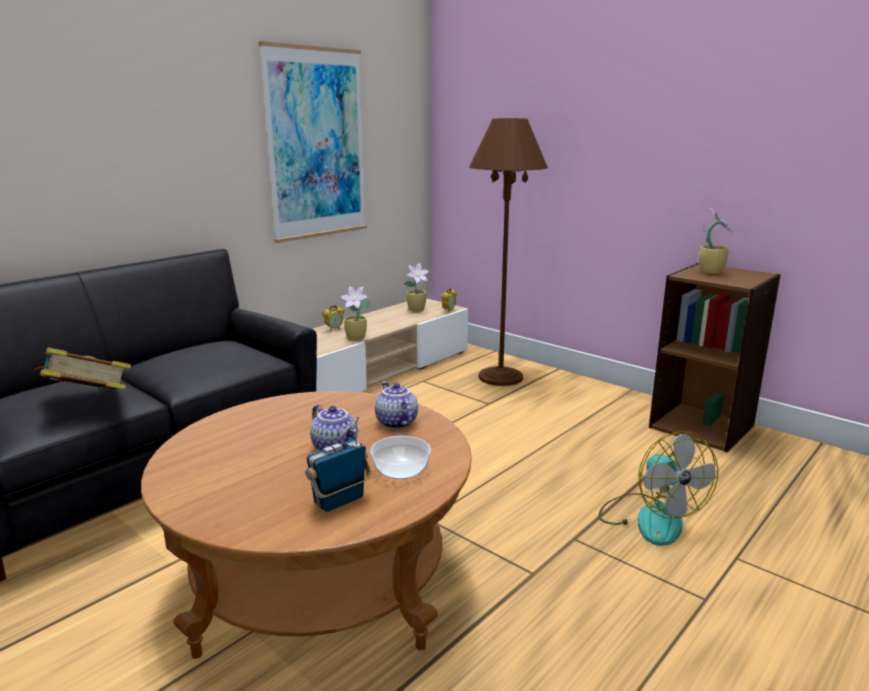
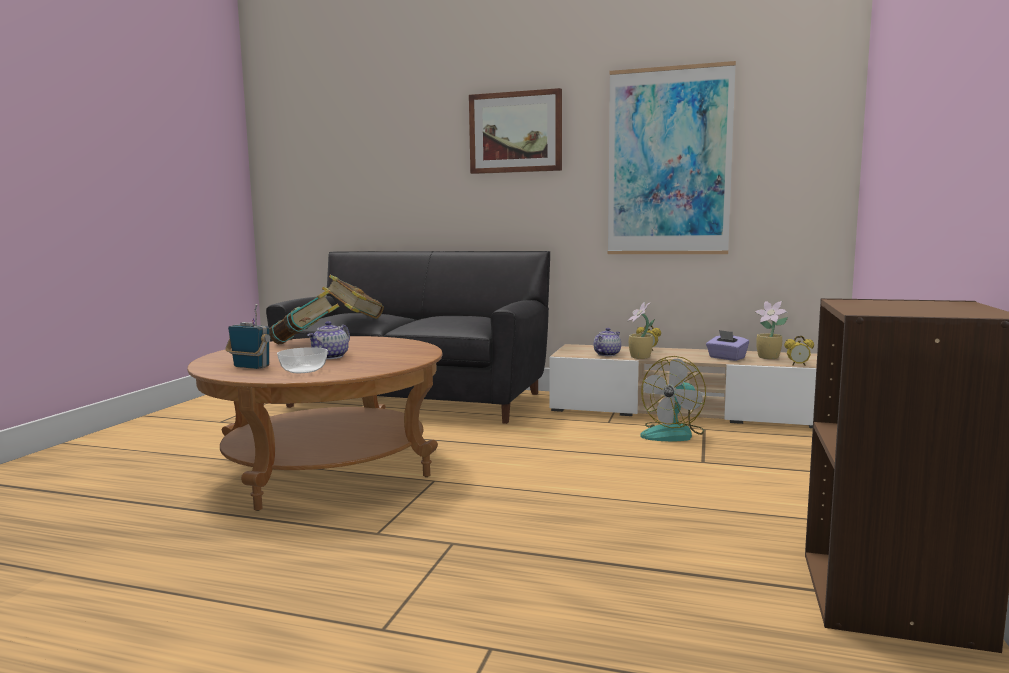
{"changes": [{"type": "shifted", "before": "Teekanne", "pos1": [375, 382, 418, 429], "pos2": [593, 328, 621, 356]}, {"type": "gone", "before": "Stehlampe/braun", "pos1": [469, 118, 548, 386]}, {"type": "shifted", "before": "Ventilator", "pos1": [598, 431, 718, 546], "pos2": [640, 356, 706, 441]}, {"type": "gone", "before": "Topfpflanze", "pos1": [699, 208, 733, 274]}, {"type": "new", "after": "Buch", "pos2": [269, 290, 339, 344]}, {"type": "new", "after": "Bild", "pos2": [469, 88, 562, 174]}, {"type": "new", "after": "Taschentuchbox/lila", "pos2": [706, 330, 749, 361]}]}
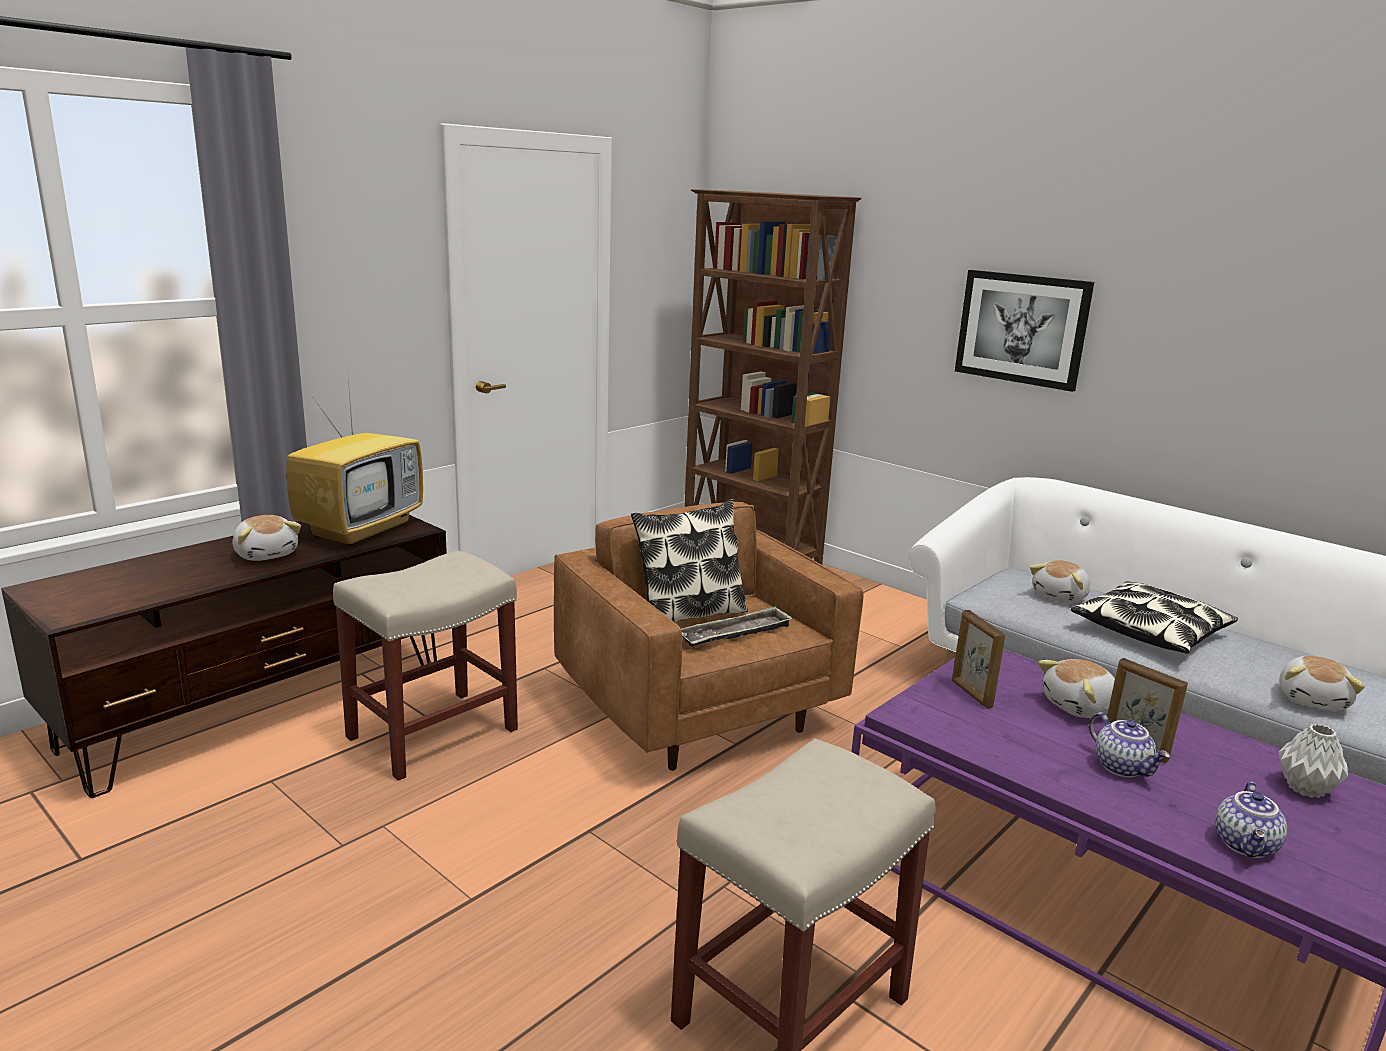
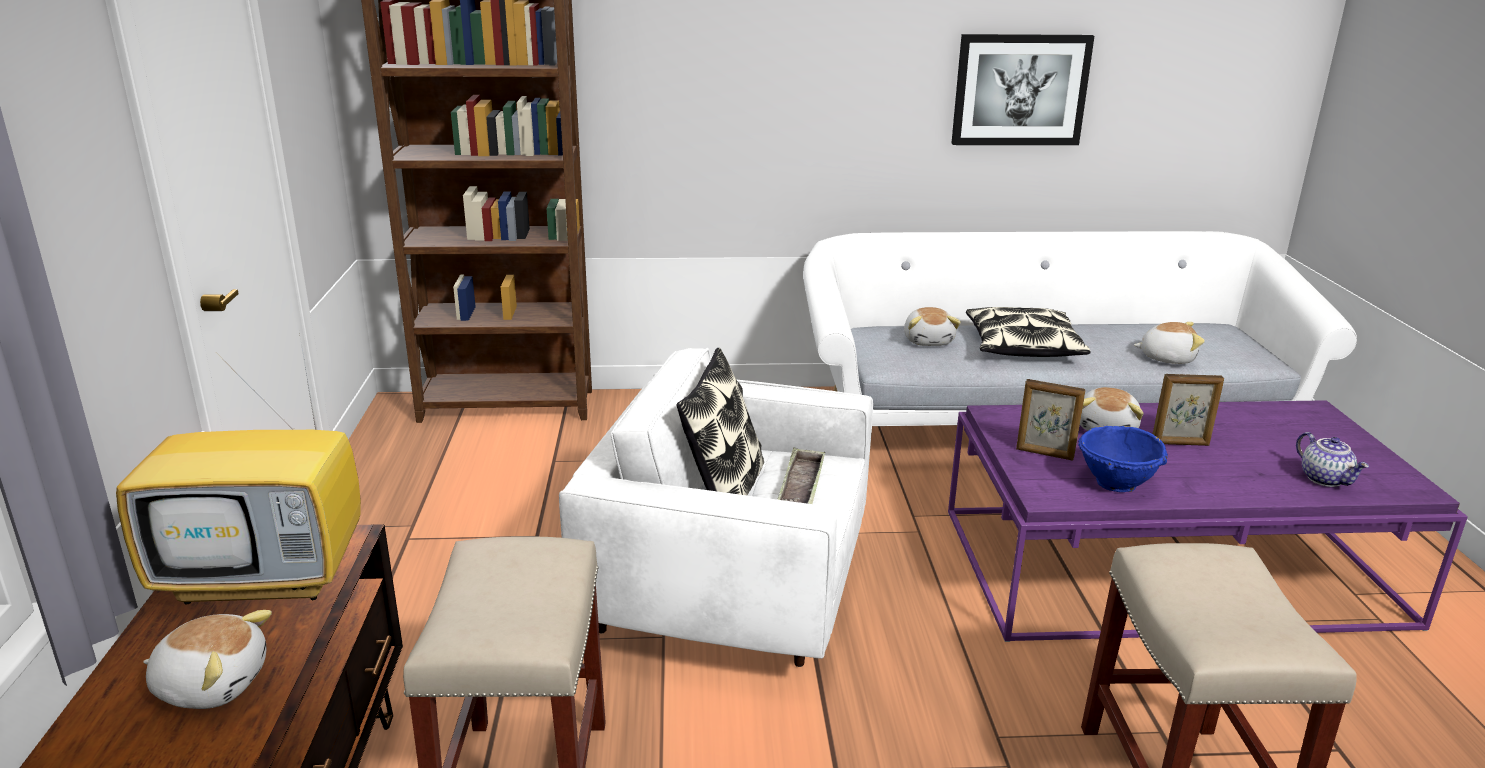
{"changes": [{"type": "rotated", "before": "Fernseher", "pos1": [286, 379, 423, 547], "pos2": [116, 332, 361, 605], "turn": 105}, {"type": "repainted", "before": "Sessel/braun", "after": "Sessel/weiß", "pos1": [554, 502, 863, 771], "pos2": [559, 348, 873, 667]}, {"type": "shifted", "before": "Bild", "pos1": [955, 270, 1094, 392], "pos2": [951, 34, 1094, 145]}, {"type": "gone", "before": "Teekanne", "pos1": [1089, 712, 1170, 778]}, {"type": "gone", "before": "Vase/grau", "pos1": [1278, 724, 1349, 798]}, {"type": "rotated", "before": "Plüschtier", "pos1": [1279, 656, 1365, 711], "pos2": [1134, 322, 1205, 364], "turn": -60}, {"type": "new", "after": "Schüssel/blau", "pos2": [1078, 426, 1168, 492]}]}
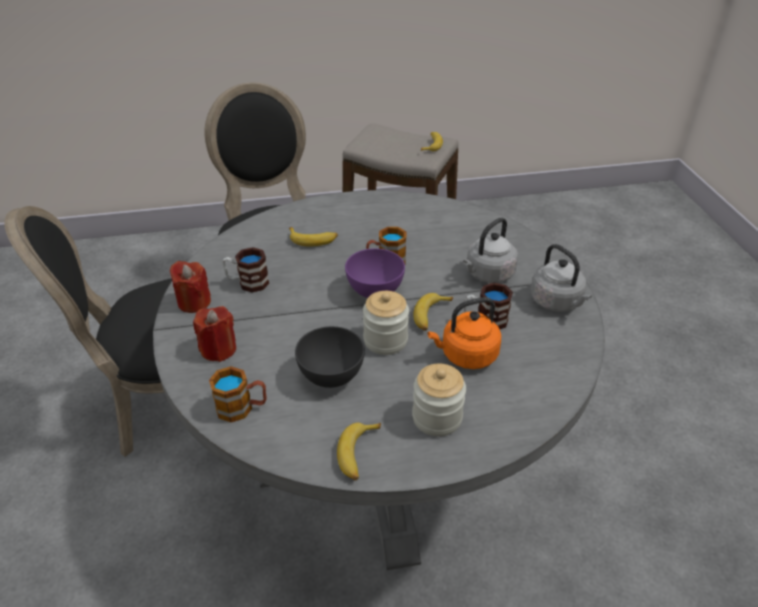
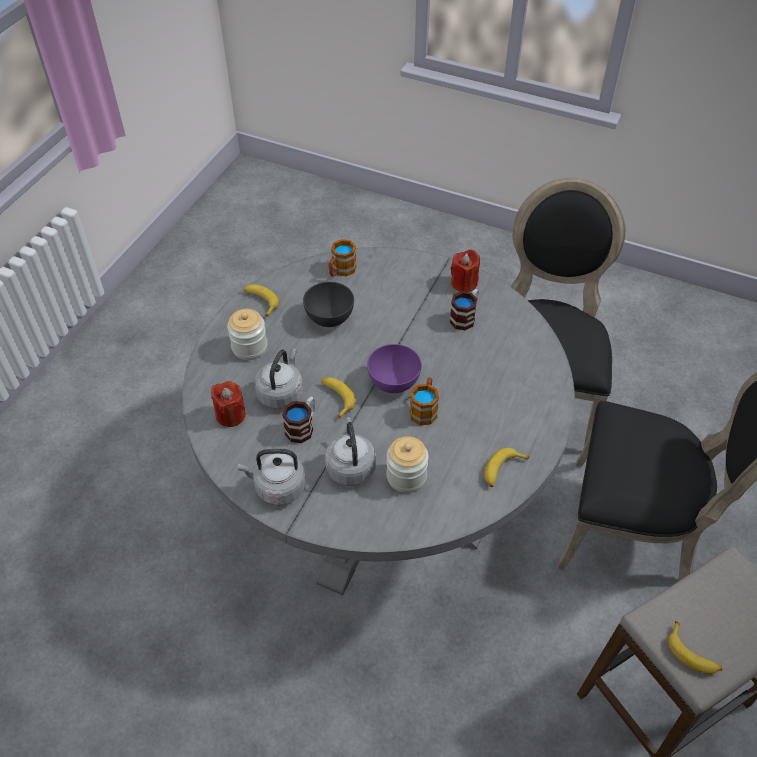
{"changes": [{"type": "shifted", "before": "Kerze/rot", "pos1": [193, 306, 236, 362], "pos2": [211, 381, 246, 427]}, {"type": "shifted", "before": "Banane", "pos1": [289, 227, 338, 246], "pos2": [484, 448, 530, 487]}, {"type": "shifted", "before": "Vorratsglas", "pos1": [363, 291, 409, 355], "pos2": [386, 436, 429, 493]}, {"type": "repainted", "before": "Wasserkessel/orange", "after": "Wasserkessel/grau", "pos1": [427, 297, 501, 369], "pos2": [254, 349, 303, 409]}]}
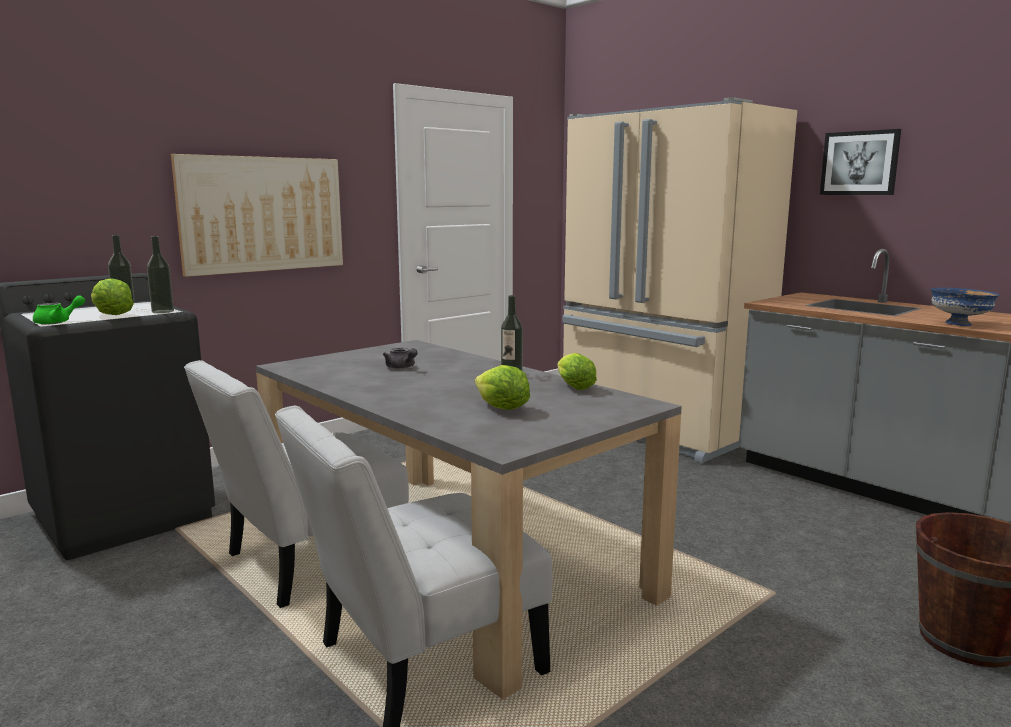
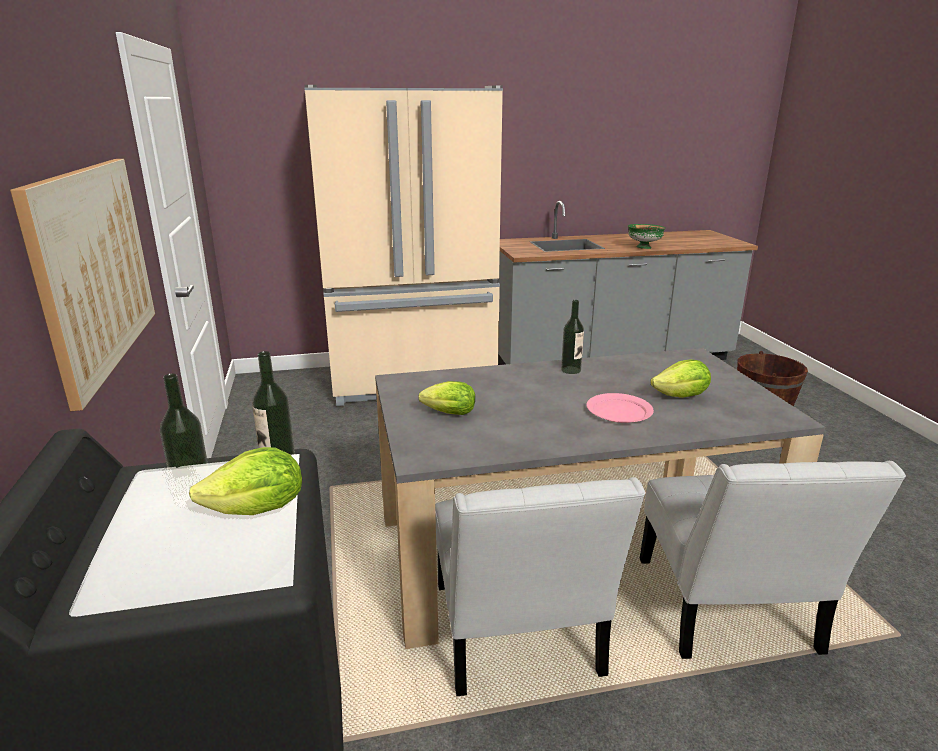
{"changes": [{"type": "gone", "before": "Teekanne/grün", "pos1": [33, 296, 85, 325]}, {"type": "gone", "before": "Teekanne/grau", "pos1": [383, 348, 418, 369]}, {"type": "shifted", "before": "Salatkopf", "pos1": [558, 353, 597, 390], "pos2": [418, 381, 475, 415]}, {"type": "gone", "before": "Bild", "pos1": [820, 129, 901, 195]}, {"type": "repainted", "before": "Schüssel/blau", "after": "Schüssel/grün", "pos1": [930, 288, 1000, 326], "pos2": [628, 224, 666, 249]}, {"type": "new", "after": "Teller/rosa", "pos2": [587, 393, 654, 423]}]}
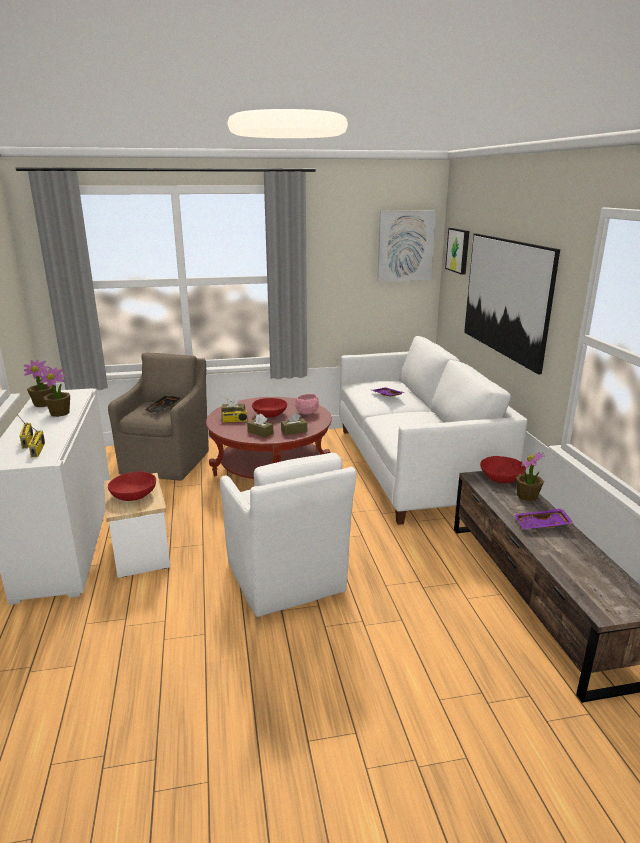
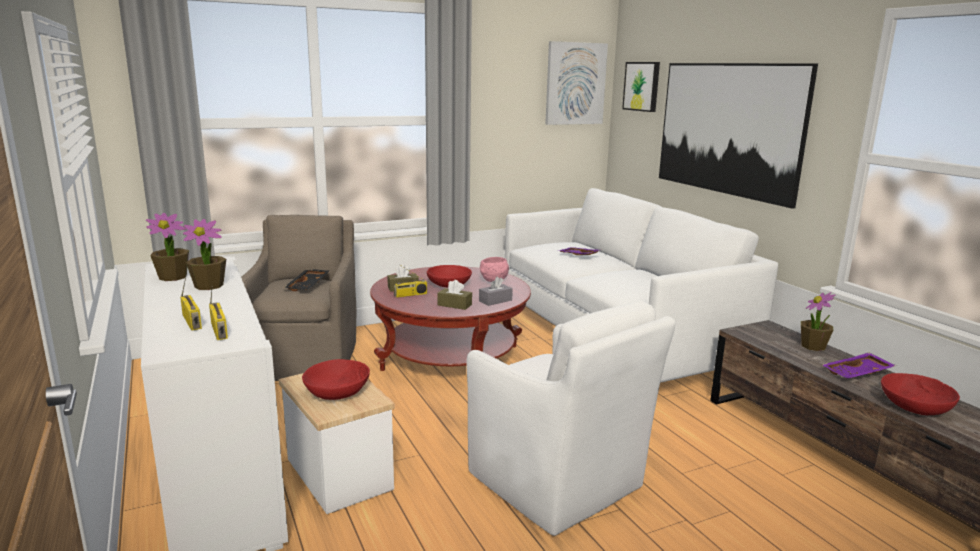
{"changes": [{"type": "repainted", "before": "Taschentuchbox/braun", "after": "Taschentuchbox/grau", "pos1": [281, 413, 307, 435], "pos2": [479, 277, 513, 306]}, {"type": "shifted", "before": "Schüssel/rot", "pos1": [480, 456, 526, 483], "pos2": [881, 373, 960, 415]}]}
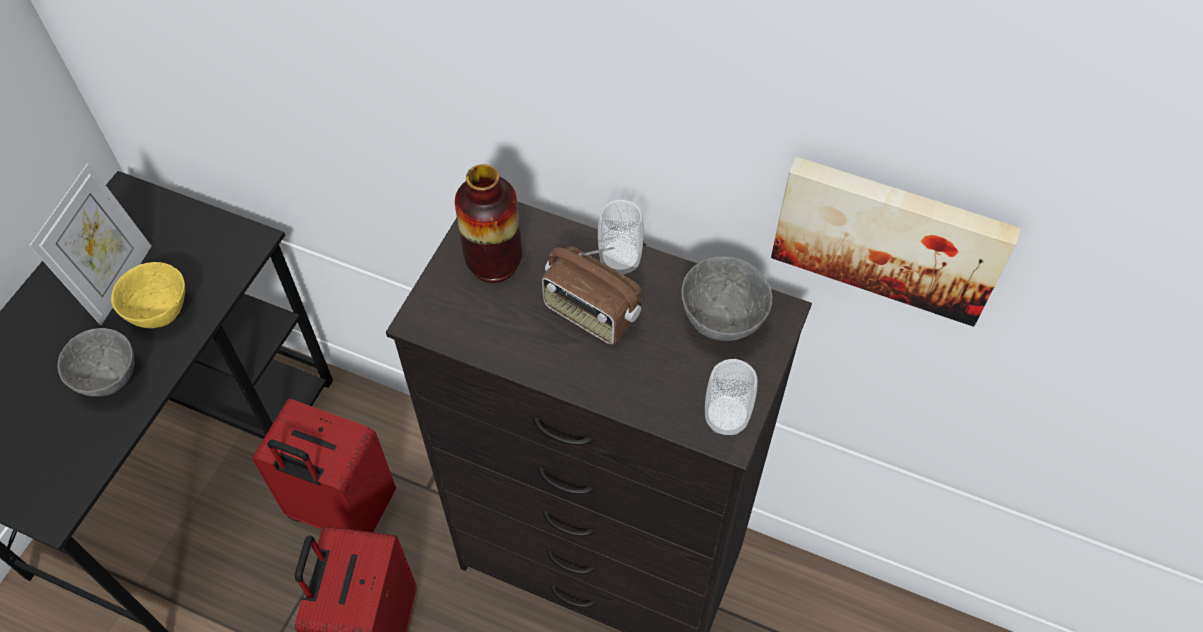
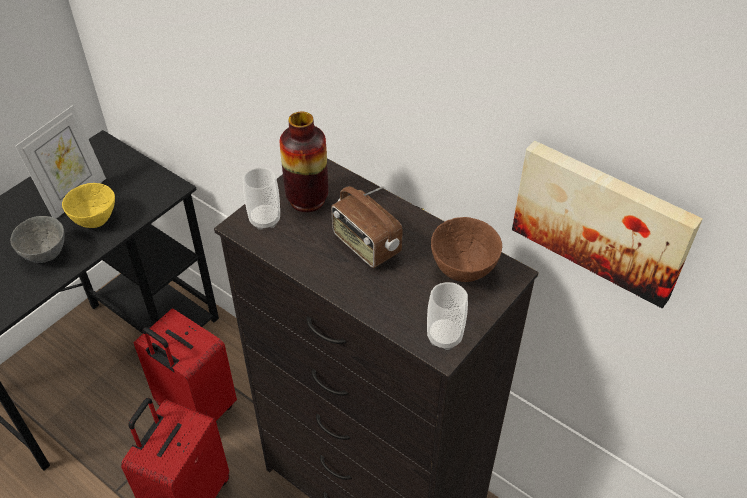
{"changes": [{"type": "shifted", "before": "Tasse", "pos1": [598, 200, 644, 275], "pos2": [243, 167, 280, 230]}, {"type": "repainted", "before": "Schüssel/grau", "after": "Schüssel/braun", "pos1": [681, 256, 772, 341], "pos2": [431, 217, 502, 282]}]}
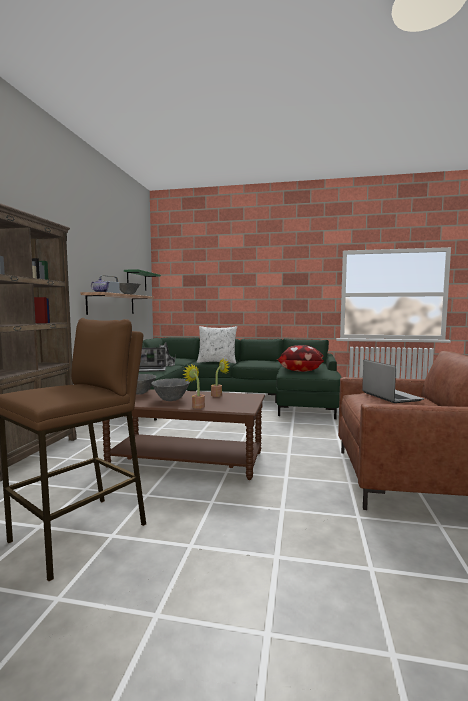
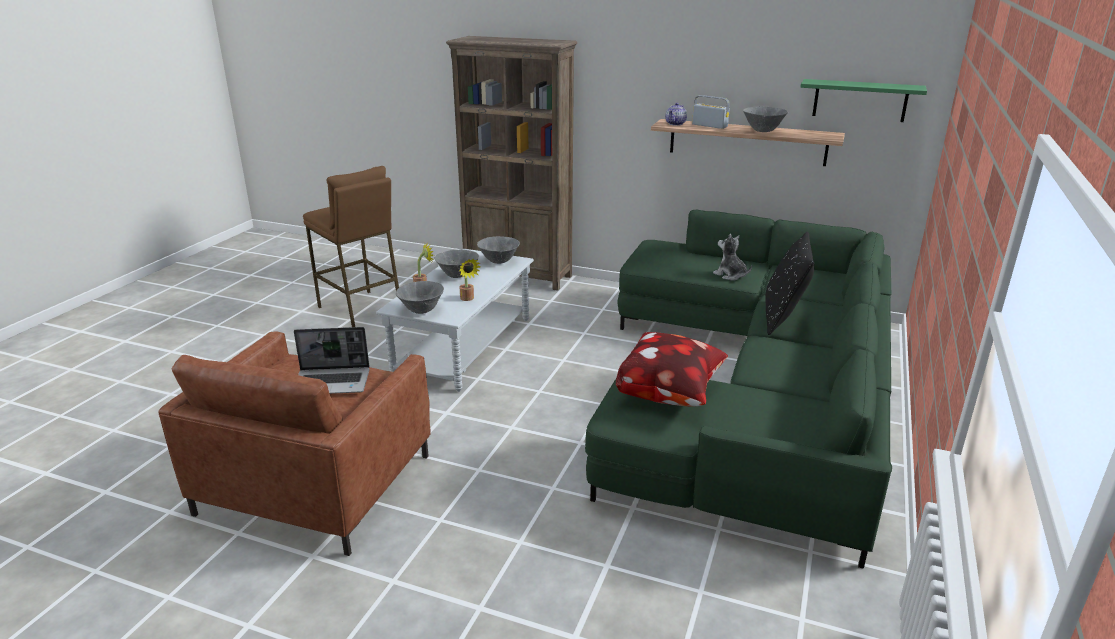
{"changes": [{"type": "repainted", "before": "Couchtisch/braun", "after": "Couchtisch/grau", "pos1": [102, 389, 265, 480], "pos2": [376, 249, 534, 392]}, {"type": "gone", "before": "Laptop", "pos1": [139, 347, 166, 372]}, {"type": "repainted", "before": "Kissen/weiß", "after": "Kissen/schwarz", "pos1": [197, 326, 237, 364], "pos2": [766, 232, 814, 335]}, {"type": "new", "after": "Schüssel/grau", "pos2": [396, 281, 444, 314]}]}
